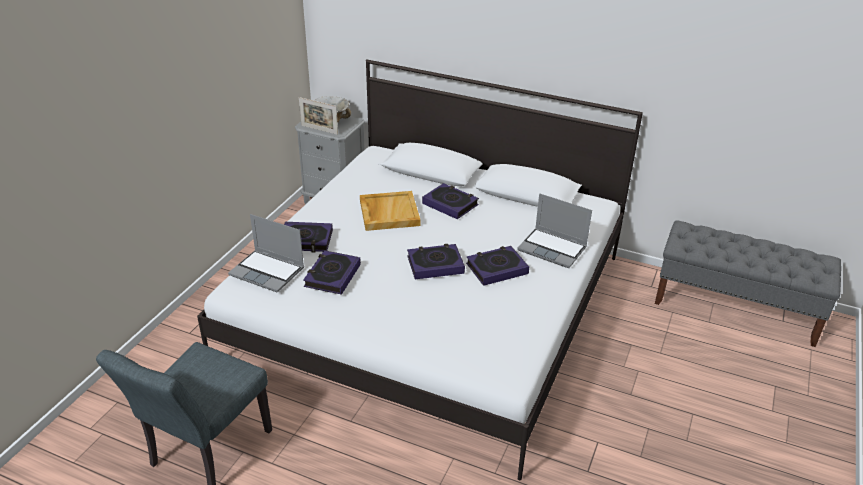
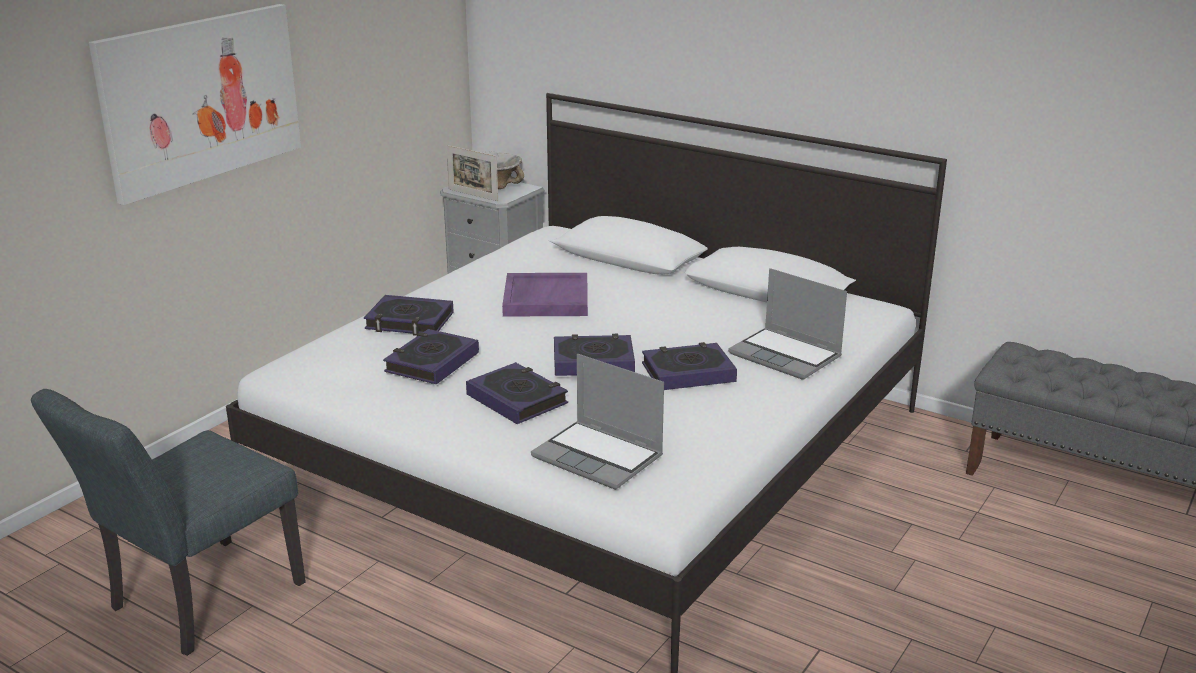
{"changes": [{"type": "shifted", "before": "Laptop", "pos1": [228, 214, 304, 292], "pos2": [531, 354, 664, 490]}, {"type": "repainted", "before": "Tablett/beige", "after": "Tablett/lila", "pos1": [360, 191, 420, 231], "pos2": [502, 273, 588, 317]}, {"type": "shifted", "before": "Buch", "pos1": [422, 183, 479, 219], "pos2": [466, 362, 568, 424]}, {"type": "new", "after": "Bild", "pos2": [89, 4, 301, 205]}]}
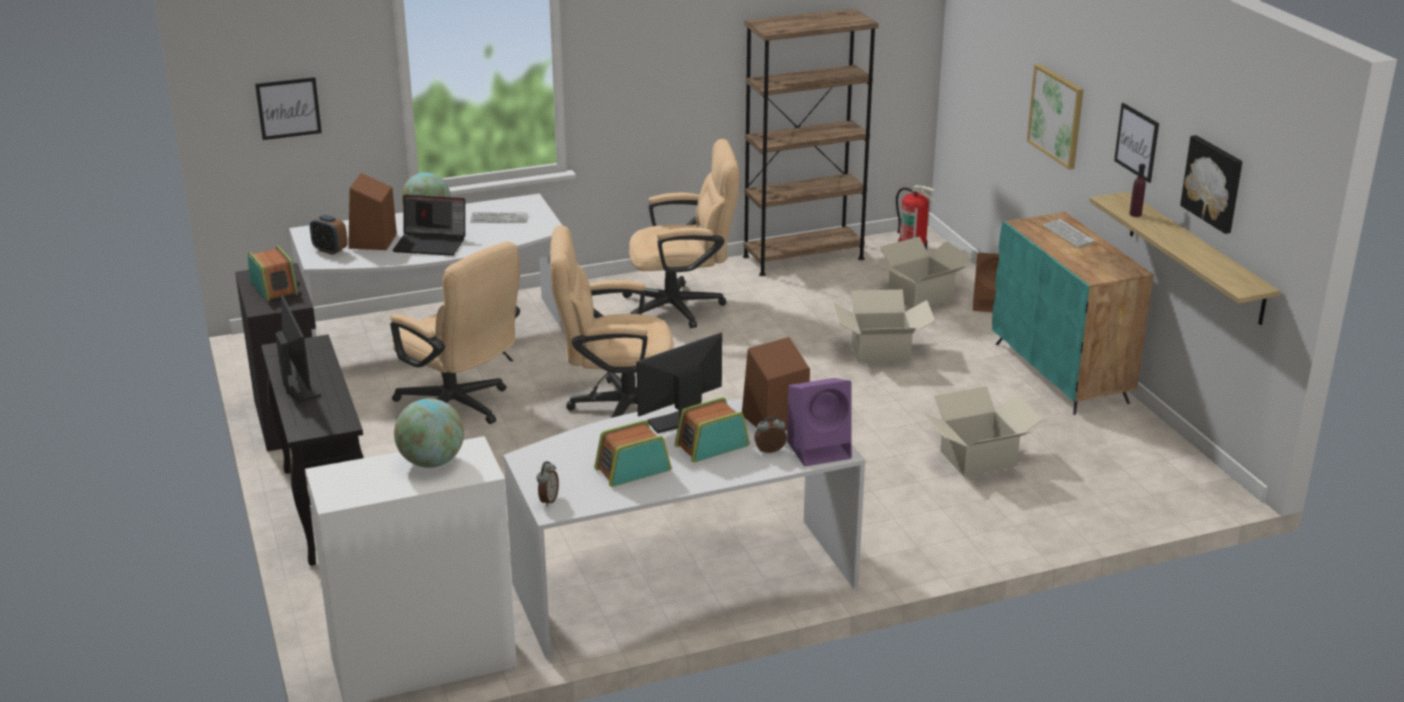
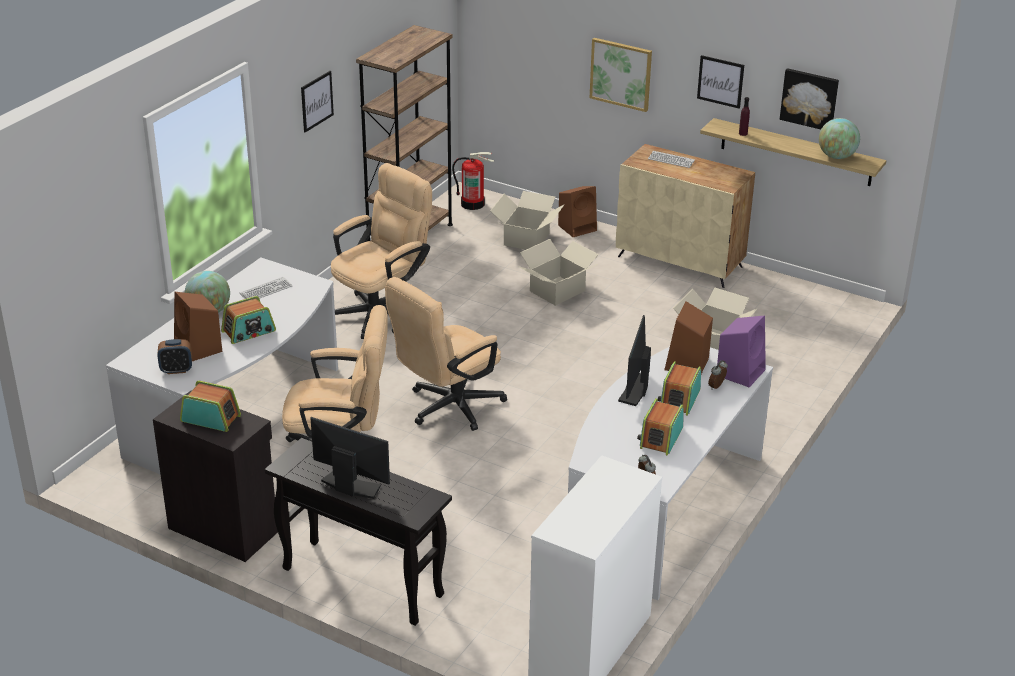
{"changes": [{"type": "shifted", "before": "Bild", "pos1": [255, 77, 322, 140], "pos2": [301, 71, 334, 133]}, {"type": "swapped", "before": "Laptop", "after": "Radio", "pos1": [393, 195, 465, 256], "pos2": [221, 296, 276, 344]}, {"type": "shifted", "before": "Globus", "pos1": [394, 399, 464, 468], "pos2": [819, 118, 860, 159]}, {"type": "repainted", "before": "Schrank/türkis", "after": "Schrank/beige", "pos1": [992, 212, 1154, 415], "pos2": [616, 144, 755, 288]}]}
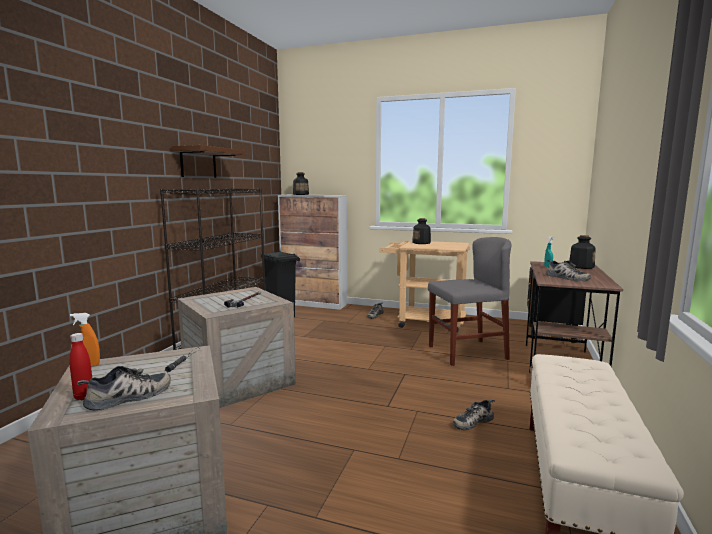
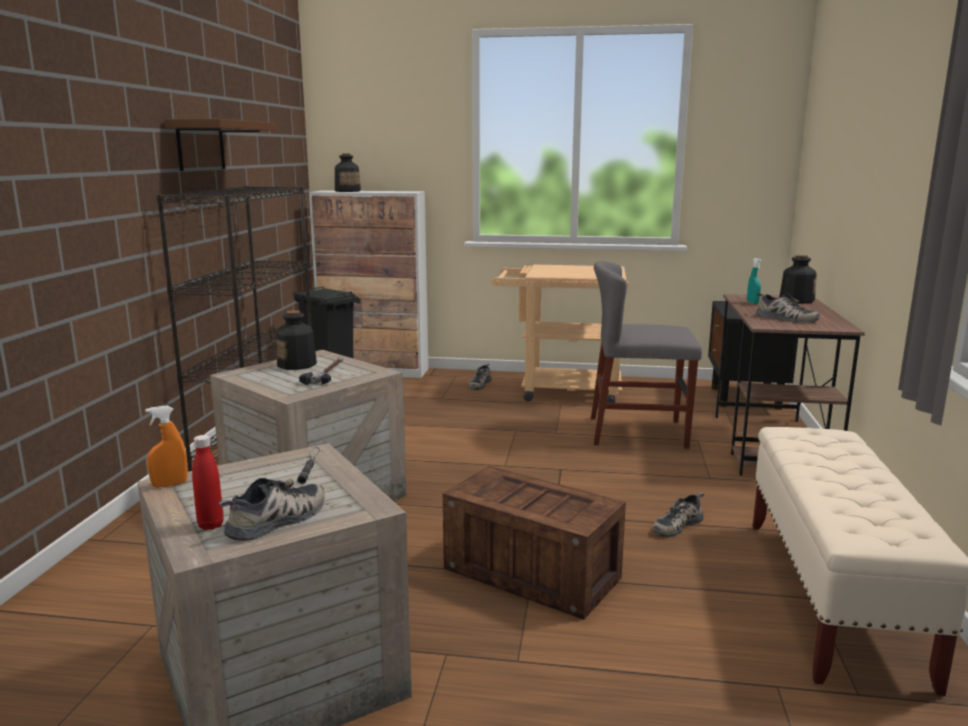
{"changes": [{"type": "shifted", "before": "Flasche", "pos1": [412, 218, 431, 244], "pos2": [276, 310, 317, 370]}, {"type": "rotated", "before": "Stuhl/grau", "pos1": [428, 237, 511, 366], "pos2": [591, 261, 702, 449], "turn": -150}, {"type": "new", "after": "Kiste", "pos2": [443, 466, 626, 620]}]}
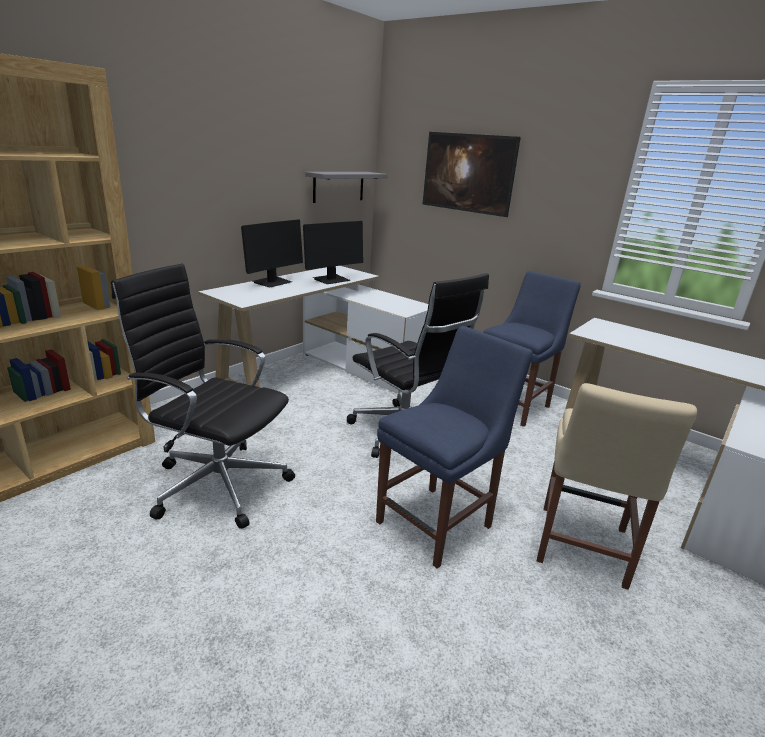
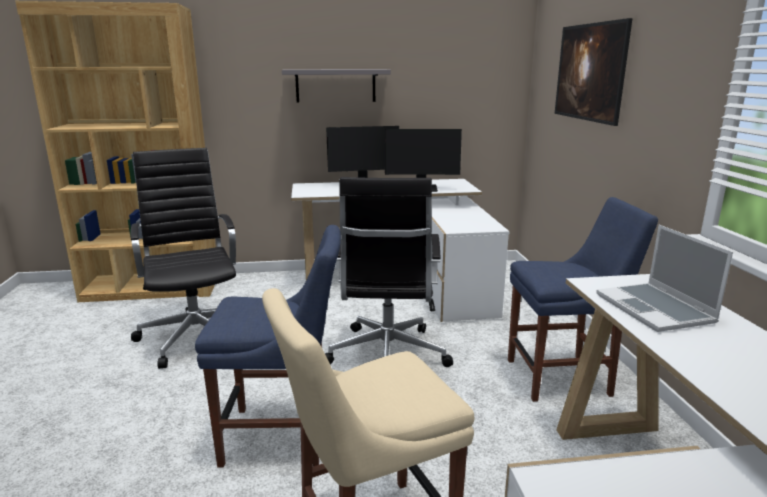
{"changes": [{"type": "shifted", "before": "Wandregal/grau", "pos1": [305, 172, 388, 203], "pos2": [282, 69, 391, 102]}, {"type": "new", "after": "Laptop", "pos2": [596, 225, 733, 332]}]}
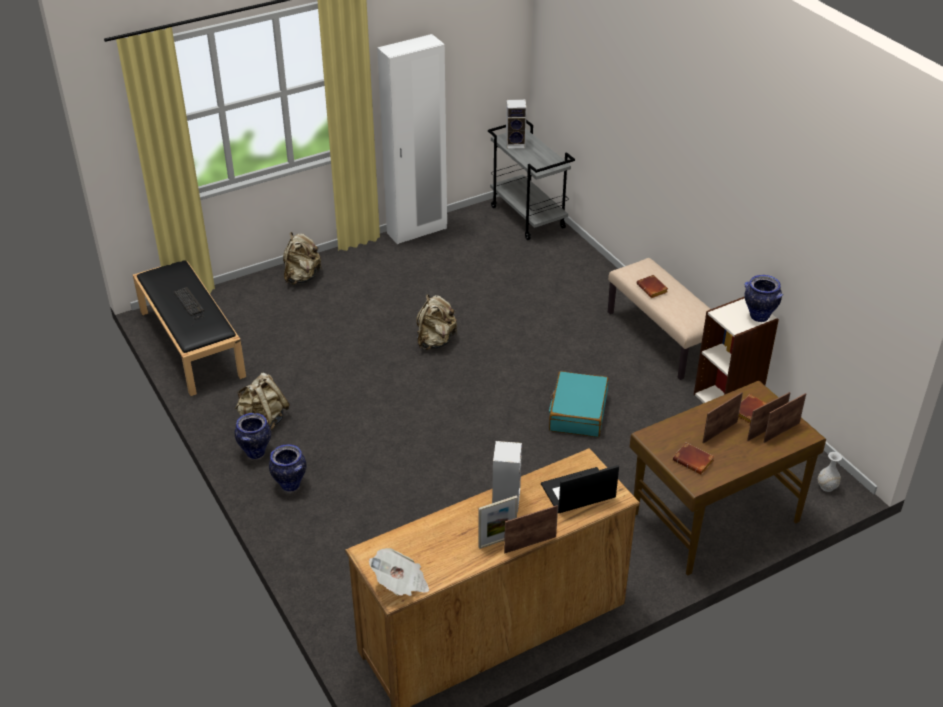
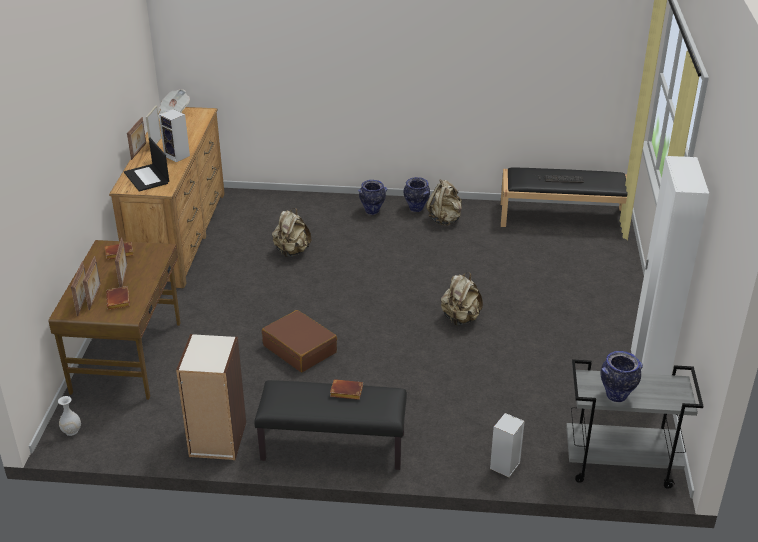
{"changes": [{"type": "shifted", "before": "Rucksack/beige", "pos1": [283, 232, 322, 285], "pos2": [272, 208, 311, 257]}, {"type": "shifted", "before": "Lautsprecher", "pos1": [506, 99, 527, 149], "pos2": [490, 413, 525, 477]}, {"type": "rotated", "before": "Laptop", "pos1": [541, 465, 619, 513], "pos2": [124, 138, 169, 192], "turn": 135}, {"type": "repainted", "before": "Koffer/türkis", "after": "Koffer/braun", "pos1": [549, 371, 609, 437], "pos2": [262, 310, 337, 372]}, {"type": "repainted", "before": "Bank/beige", "after": "Bank/schwarz", "pos1": [608, 258, 710, 380], "pos2": [254, 380, 407, 470]}, {"type": "shifted", "before": "Vase", "pos1": [744, 275, 783, 322], "pos2": [600, 351, 643, 402]}]}
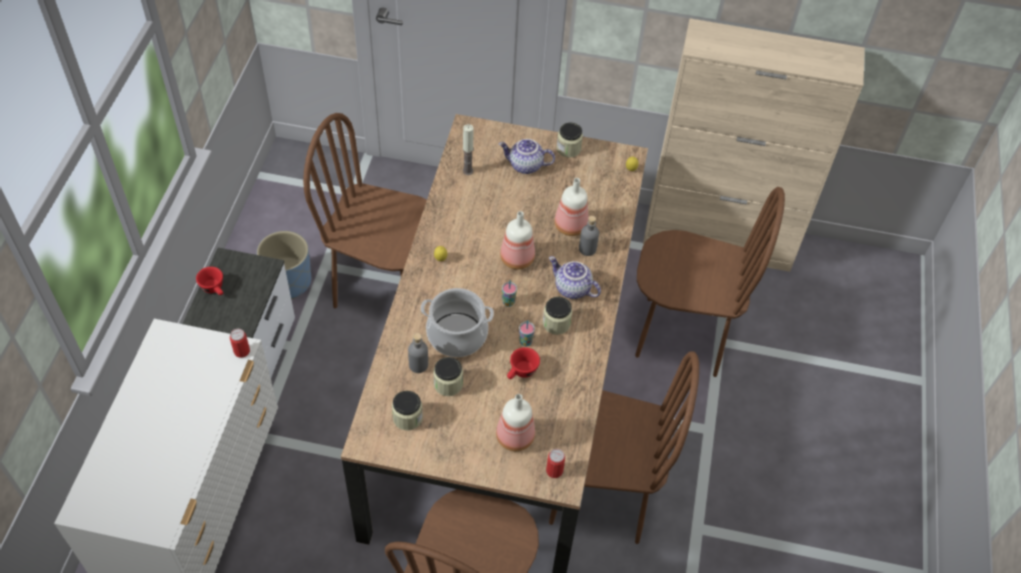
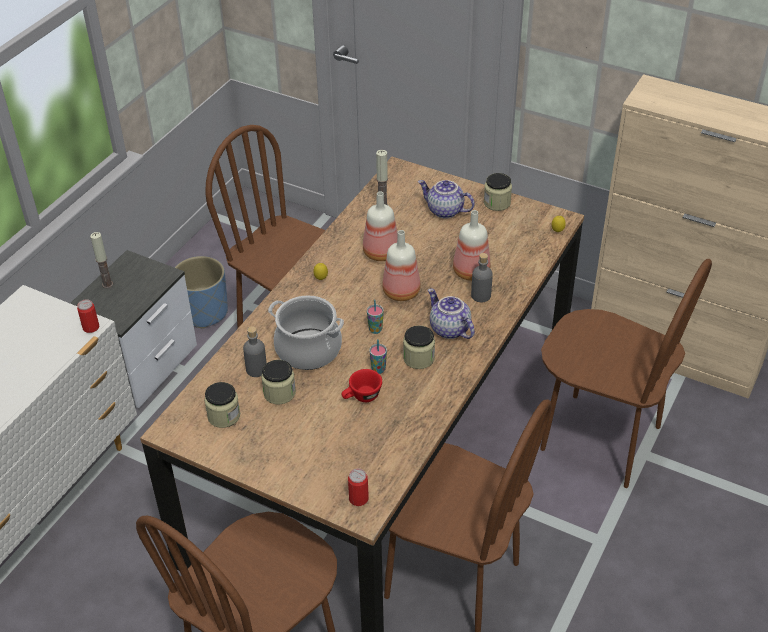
{"changes": [{"type": "swapped", "before": "Tasse/rot", "after": "Kerze", "pos1": [196, 267, 223, 295], "pos2": [90, 232, 113, 288]}, {"type": "shifted", "before": "Flasche", "pos1": [496, 394, 535, 451], "pos2": [363, 191, 397, 261]}]}
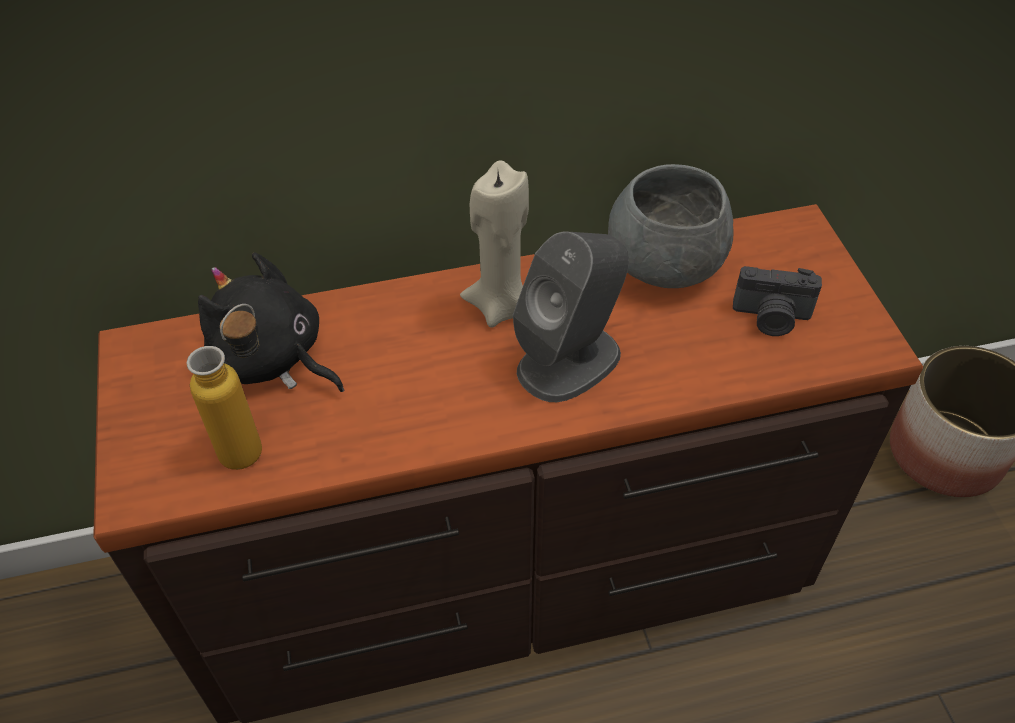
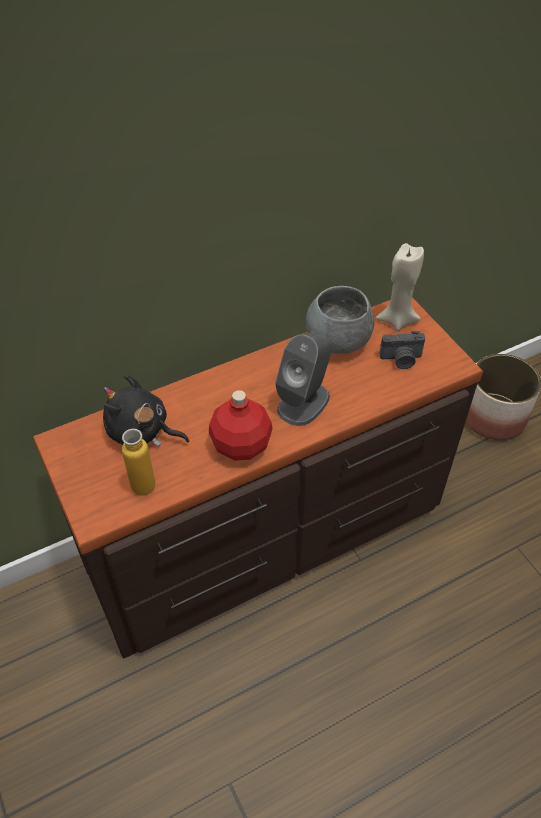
{"changes": [{"type": "shifted", "before": "Kerze/beige", "pos1": [460, 160, 529, 328], "pos2": [376, 243, 424, 331]}, {"type": "new", "after": "Flasche/rot", "pos2": [209, 390, 272, 461]}]}
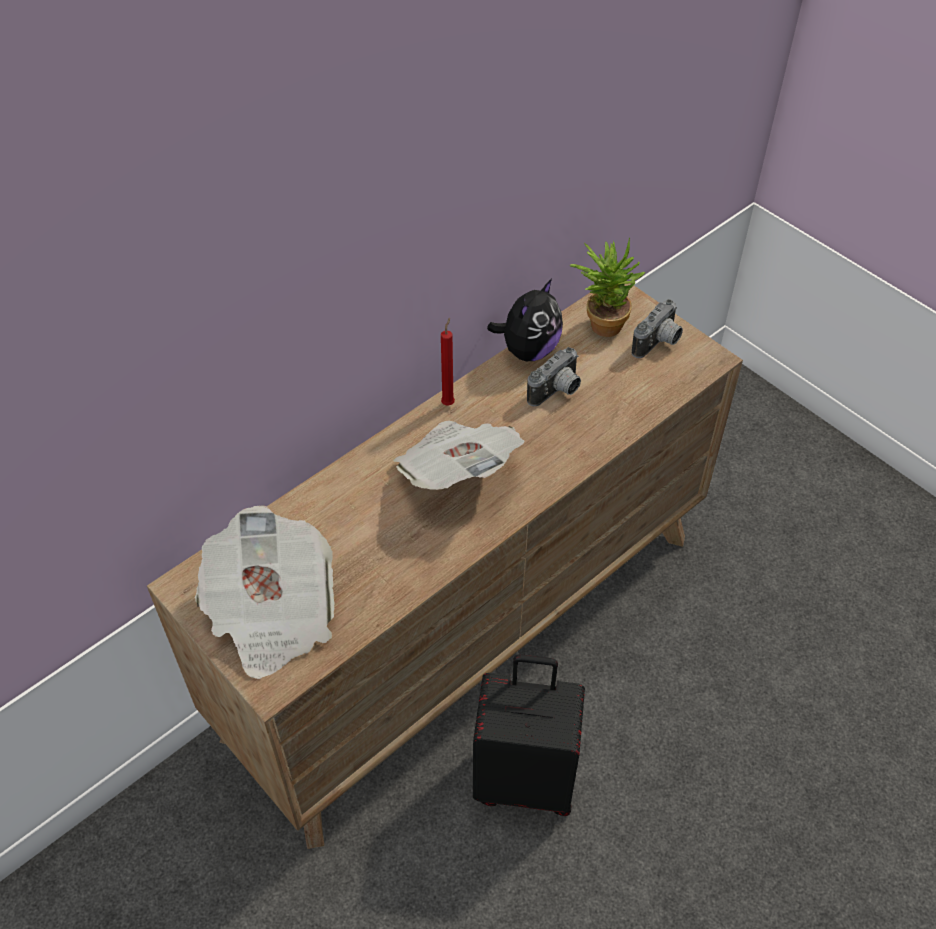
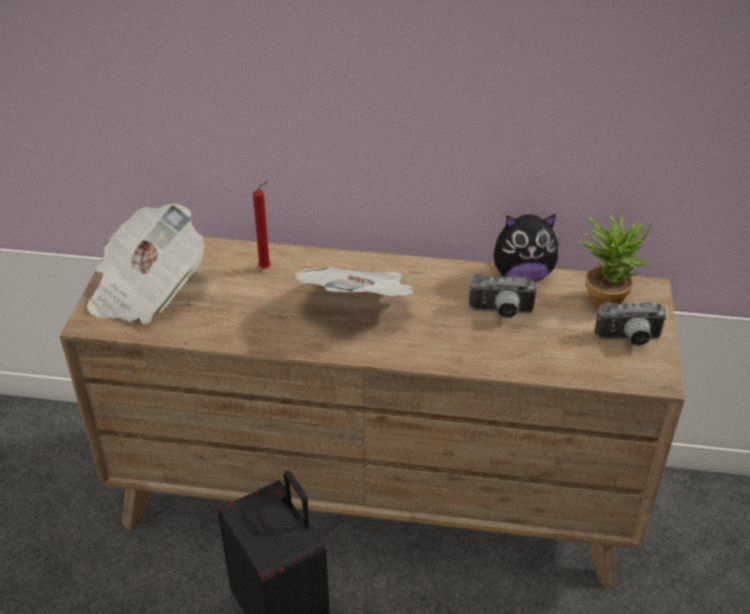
{"changes": [{"type": "shifted", "before": "Kerze/rot", "pos1": [441, 318, 455, 406], "pos2": [253, 181, 271, 269]}]}
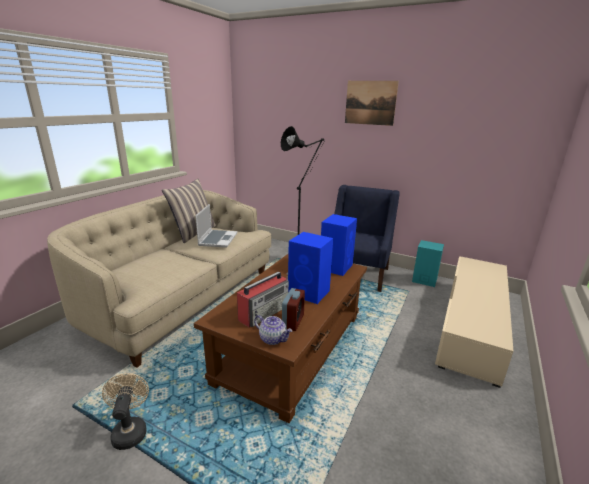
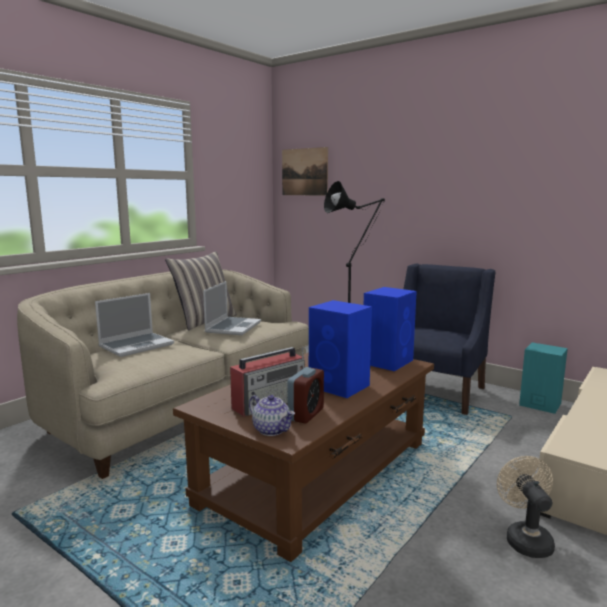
{"changes": [{"type": "shifted", "before": "Ventilator/beige", "pos1": [102, 373, 149, 450], "pos2": [497, 456, 555, 558]}, {"type": "shifted", "before": "Bild", "pos1": [345, 81, 399, 126], "pos2": [282, 147, 328, 196]}, {"type": "new", "after": "Laptop", "pos2": [95, 293, 174, 357]}]}
